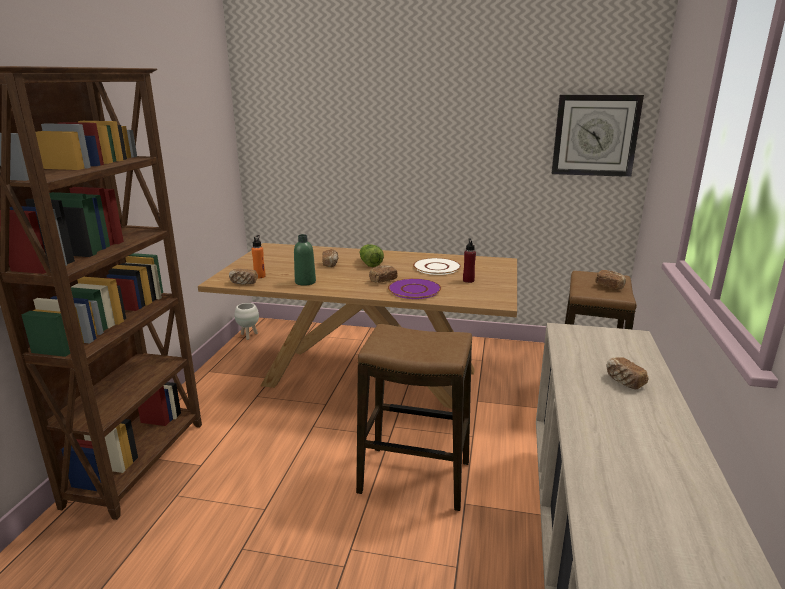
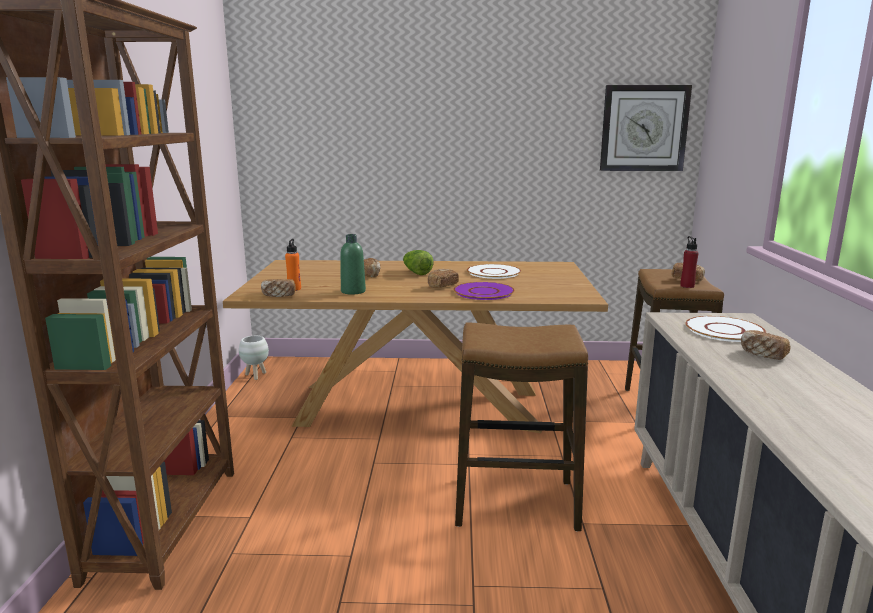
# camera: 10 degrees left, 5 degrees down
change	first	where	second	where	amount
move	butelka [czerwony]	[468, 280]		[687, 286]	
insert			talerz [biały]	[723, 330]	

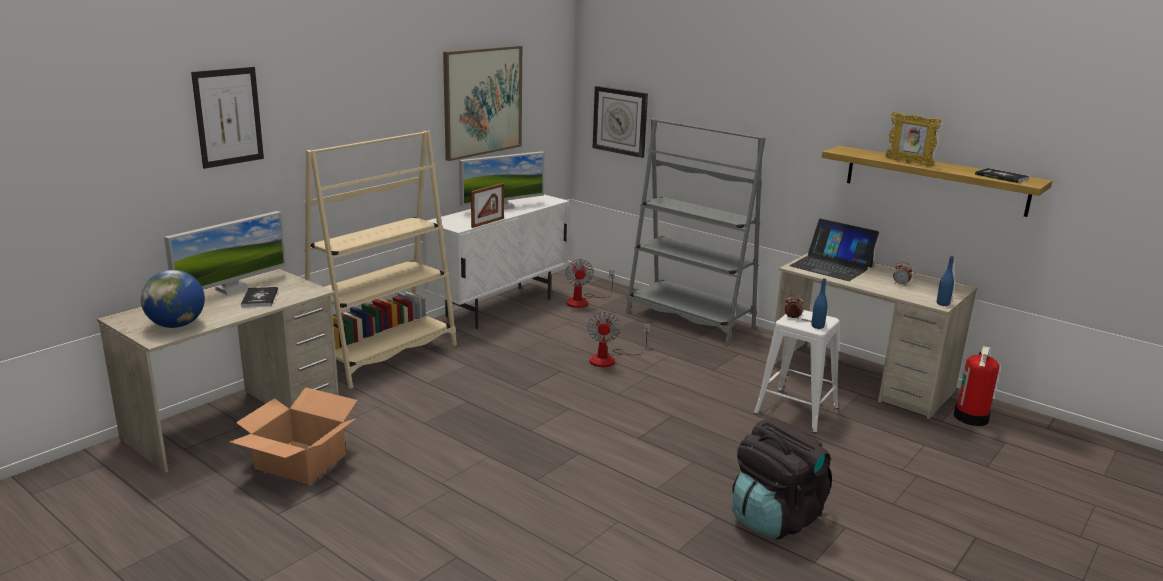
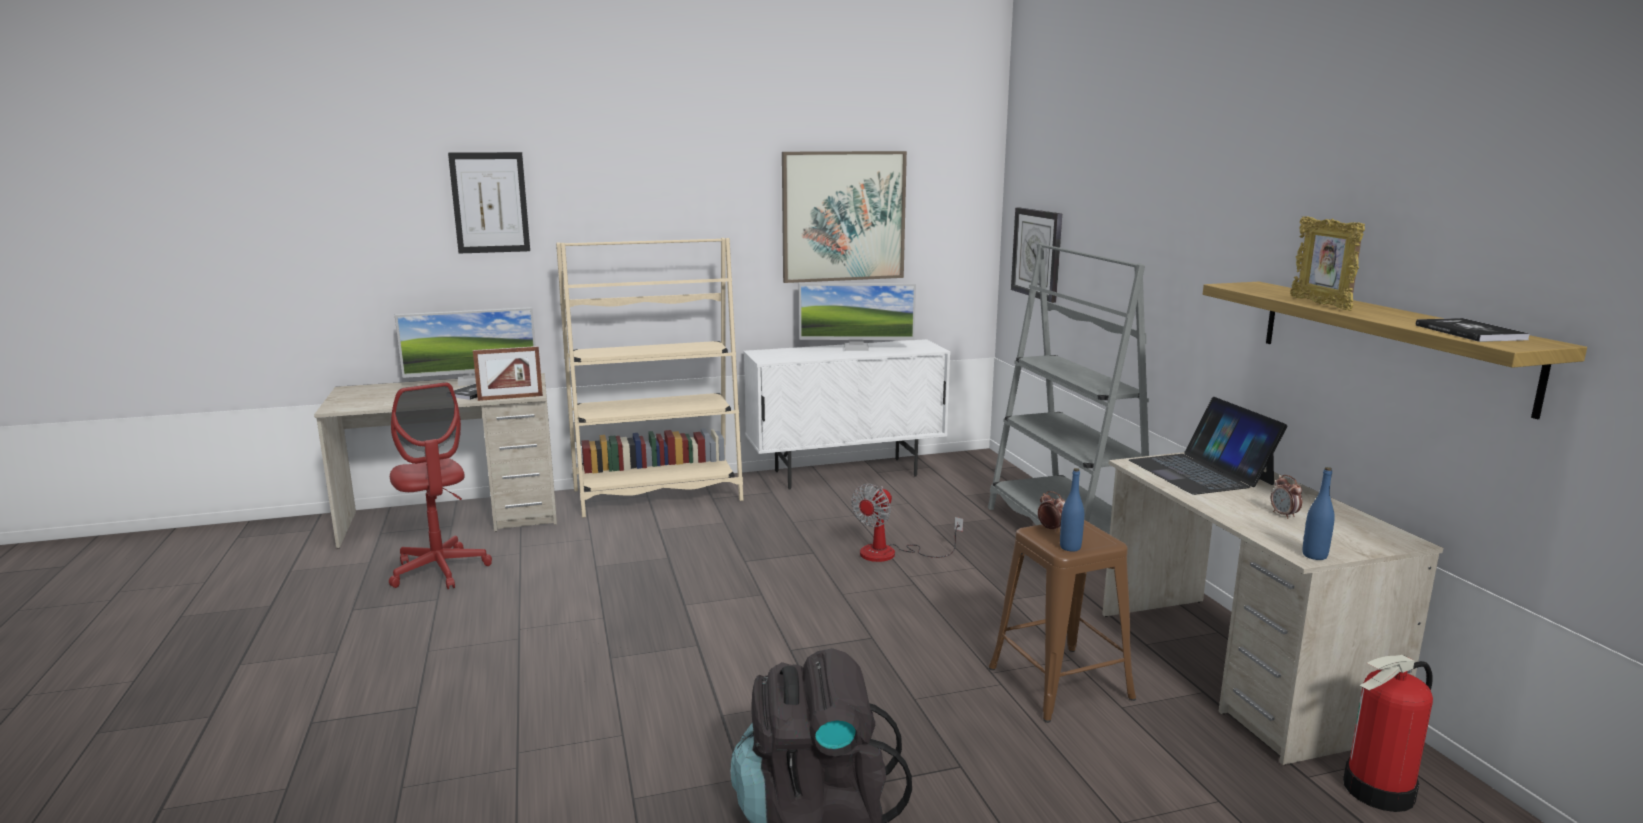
# camera: 35 degrees right, 5 degrees down
change	first	where	second	where	amount
replace	karton	[300, 462]	krzesło biurowe [czerwony]	[440, 570]	
move	ramka na zdjęcie	[487, 223]		[510, 397]	
recolor	stołek [biały]	[796, 410]	stołek [brązowy]	[1060, 682]	
delete	globus	[177, 325]			
delete	wentylator	[583, 301]			

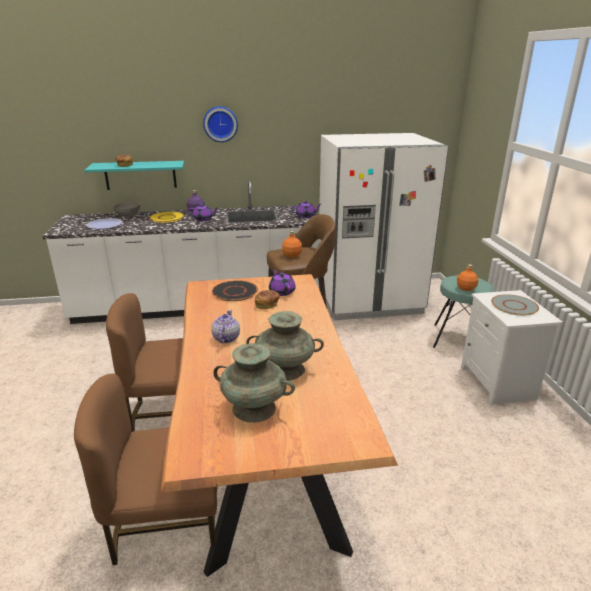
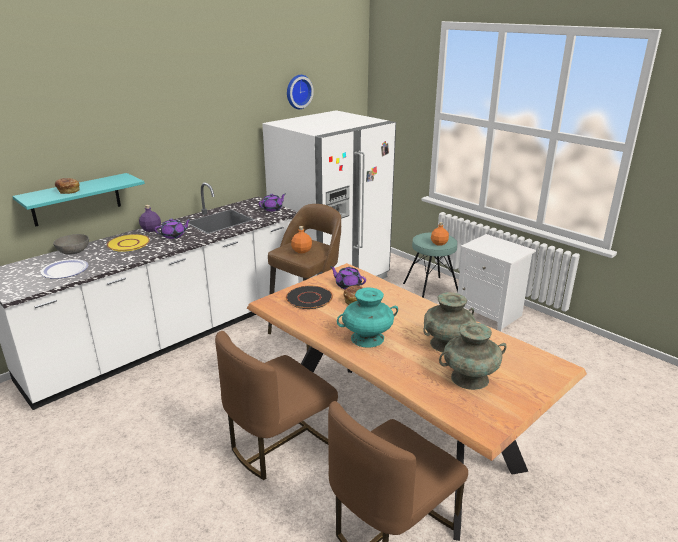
# camera: 35 degrees left, 0 degrees up
change	first	where	second	where	amount
move	zegar ścienny	[220, 124]		[298, 91]	
replace	imbryk	[226, 338]	wazon [turkusowy]	[367, 338]	
delete	talerz [szary]	[514, 306]			

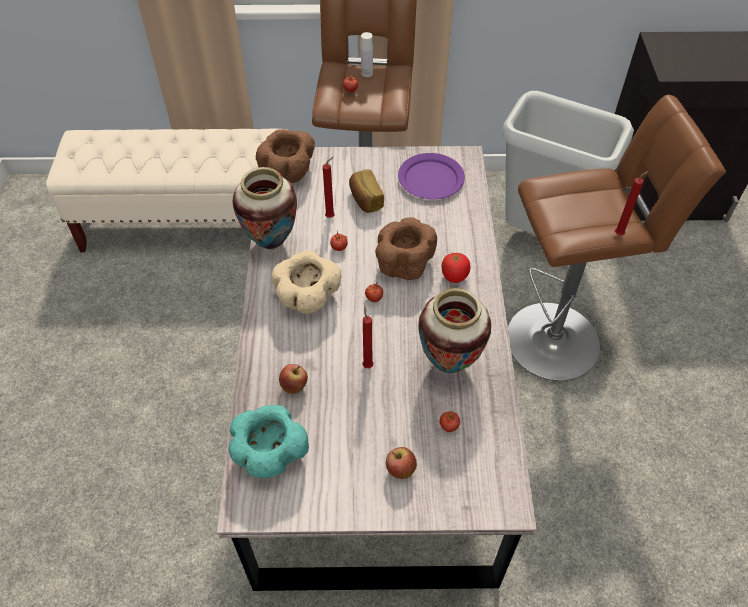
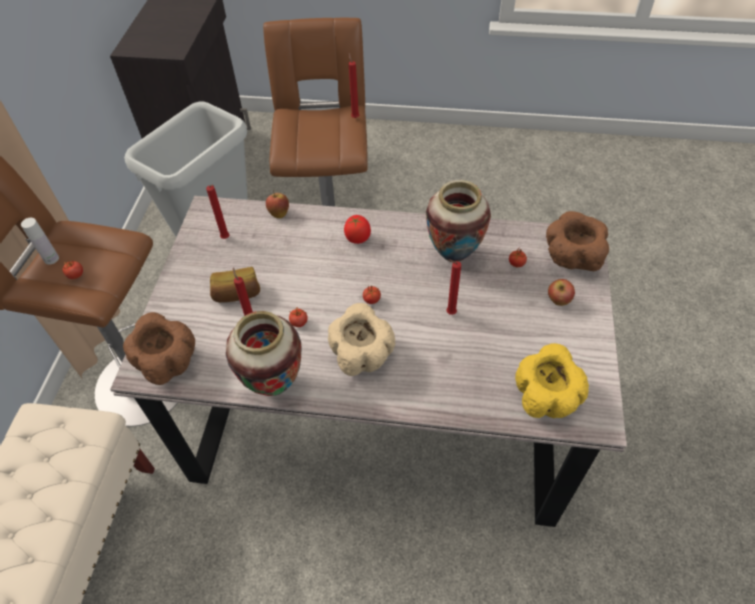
# camera: 80 degrees left, 0 degrees up
change	first	where	second	where	amount
replace	talerz [fioletowy]	[430, 179]	świeca [czerwony]	[226, 239]	
move	jabłko	[294, 386]		[279, 213]	
recolor	miska [turkusowy]	[270, 456]	miska [żółty]	[546, 397]	
move	miska [brązowy]	[403, 263]		[571, 259]	

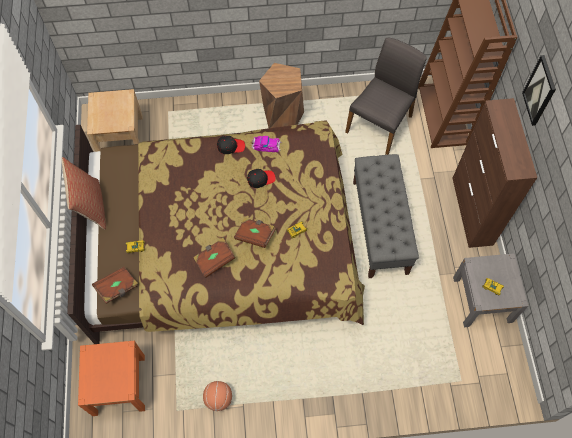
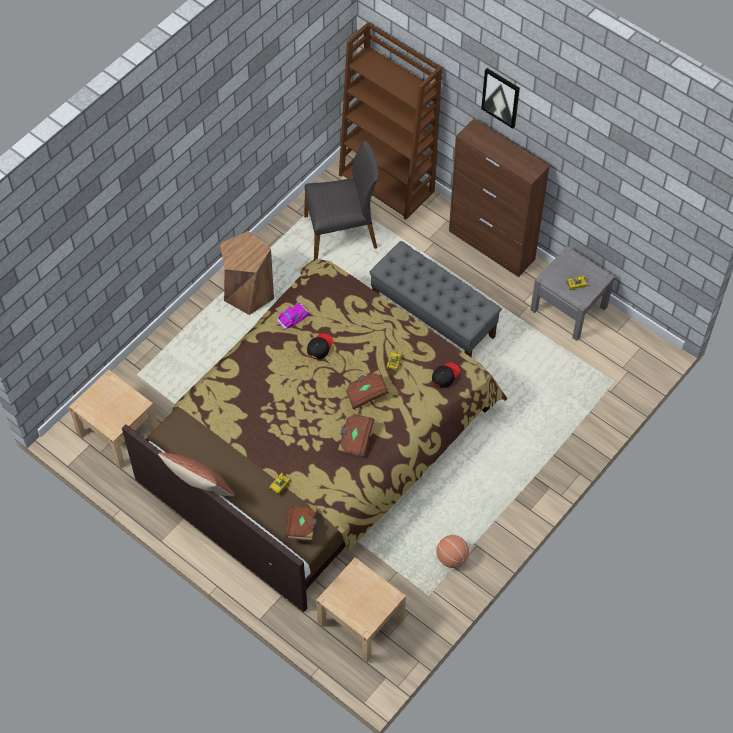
# camera: 45 degrees left, 5 degrees down
change	first	where	second	where	amount
rotate	krzesło [szary]	[380, 124]		[342, 233]	90 degrees clockwise
recolor	szafka nocna [pomarańczowy]	[119, 385]	szafka nocna [beżowy]	[361, 621]	
move	czapka z daszkiem [czarny]	[230, 146]		[445, 376]	

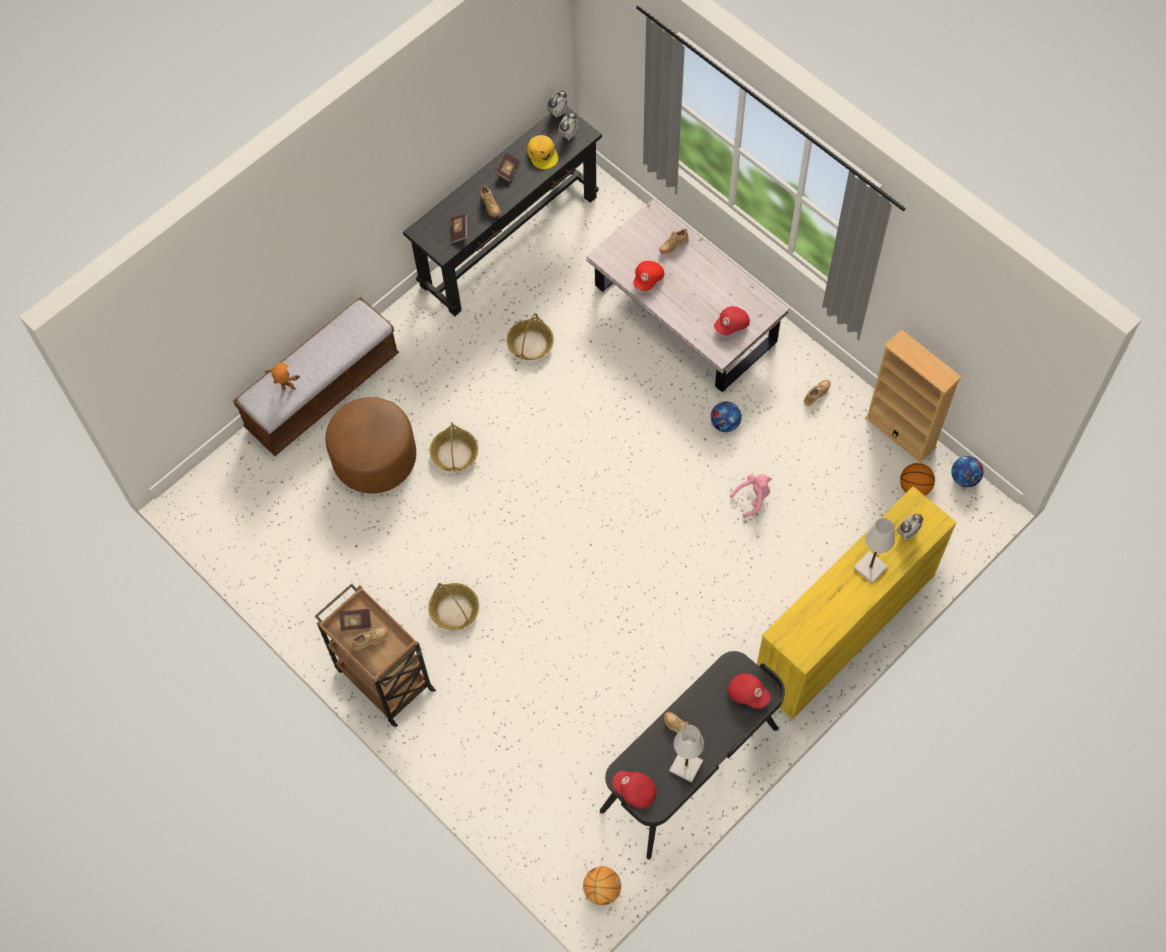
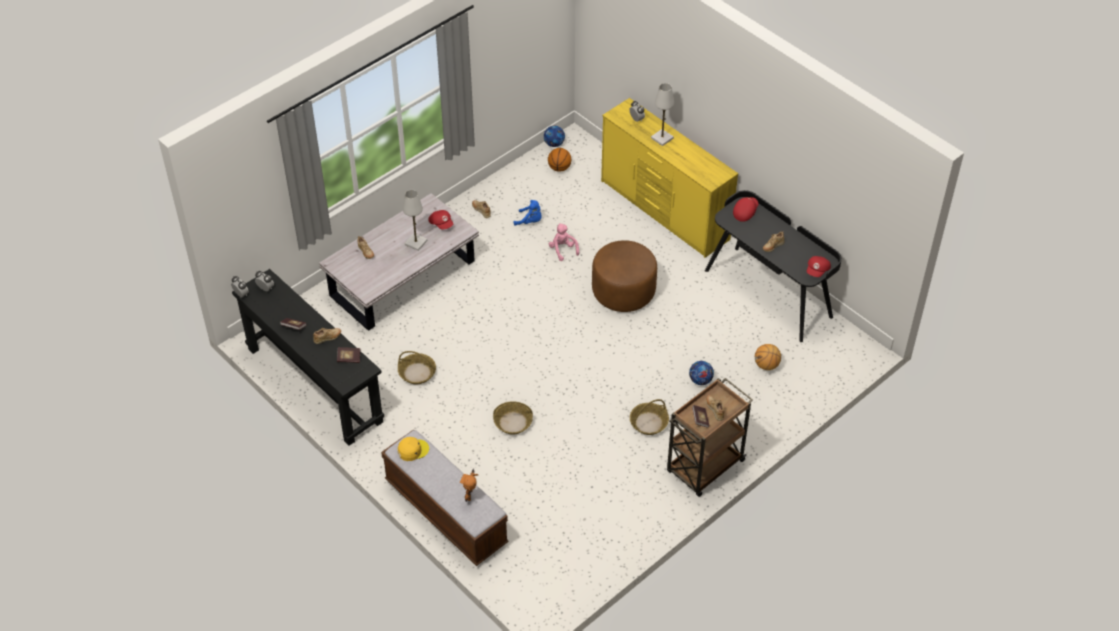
# camera: 90 degrees left, 15 degrees down
change	first	where	second	where	amount
move	czapka z daszkiem [żółty]	[542, 154]		[413, 450]	
move	lampa stołowa [biały]	[686, 766]		[416, 242]	
insert			pluszak [niebieski]	[530, 221]	
move	pufa [brązowy]	[375, 459]		[623, 291]	
move	piłka futbolowa	[725, 424]		[700, 380]	
move	piłka do koszykówki	[601, 890]		[766, 365]	
delete	czapka z daszkiem [czerwony]	[648, 279]			
delete	regał [beżowy]	[900, 432]			

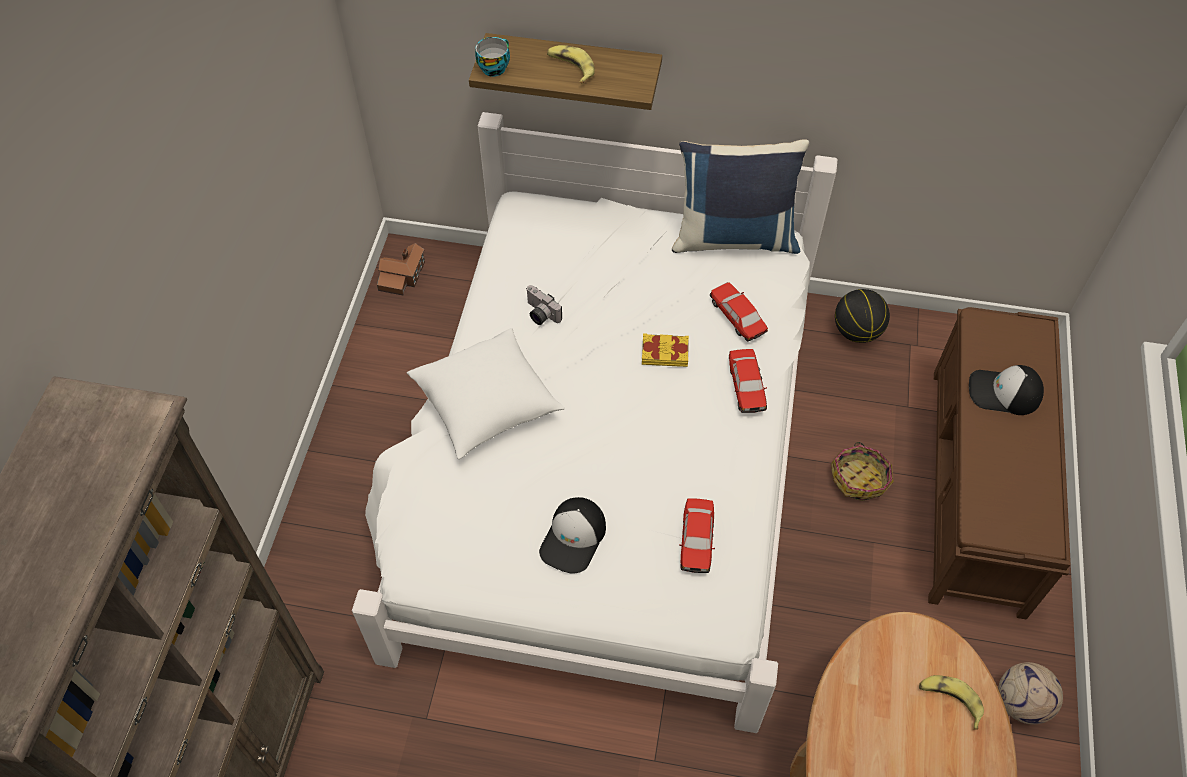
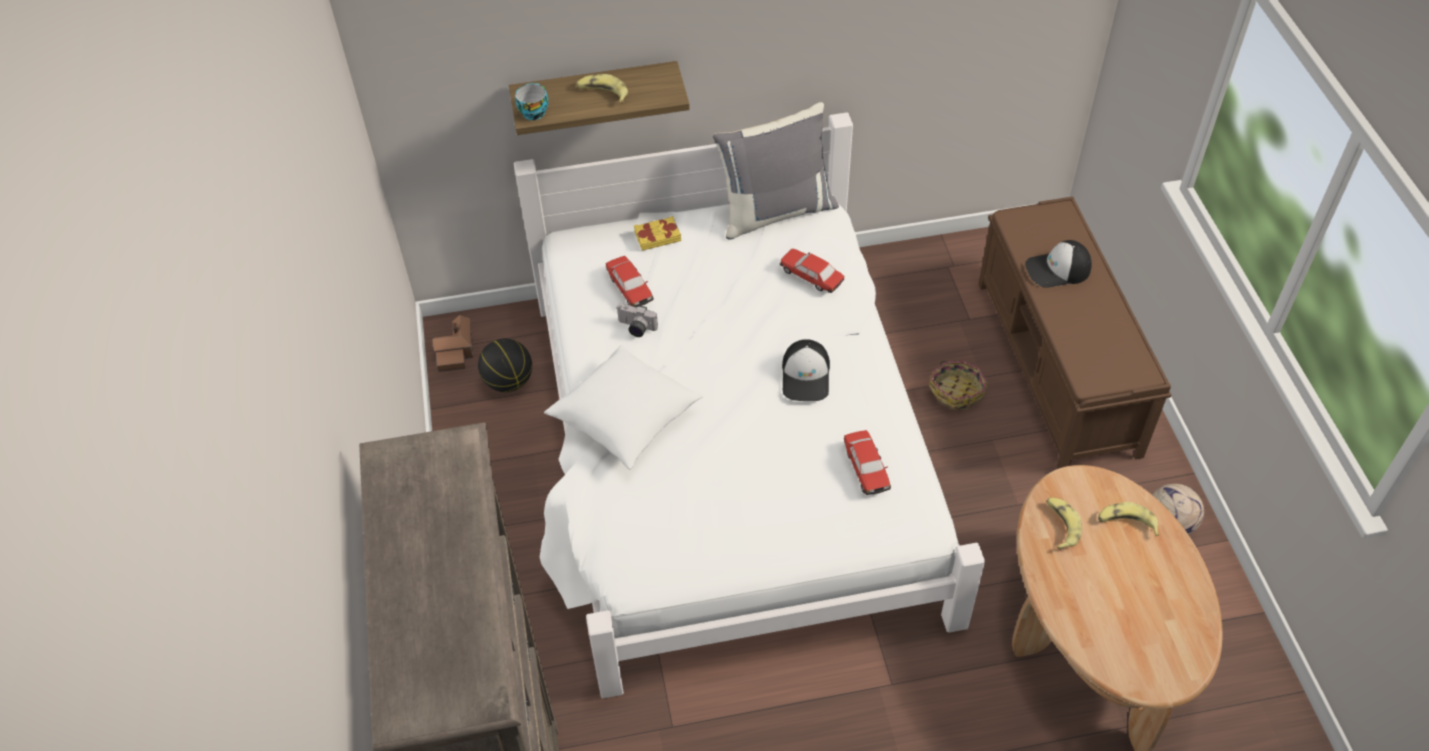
# camera: 20 degrees left, 5 degrees down
change	first	where	second	where	amount
move	piłka do koszykówki	[857, 331]		[509, 381]	
move	samochodzik	[746, 386]		[629, 288]	
move	książka [żółty]	[664, 352]		[657, 236]	
recolor	poduszka [niebieski]	[734, 237]	poduszka [szary]	[775, 211]	
move	czapka z daszkiem	[574, 538]		[806, 376]	
insert			banan	[1060, 525]	

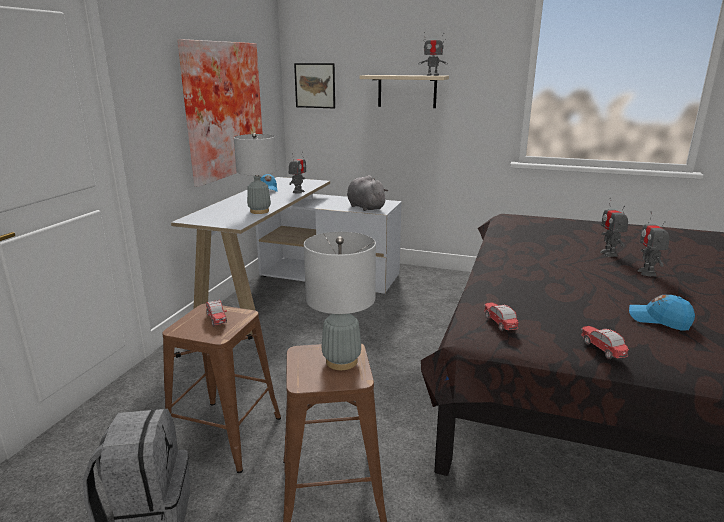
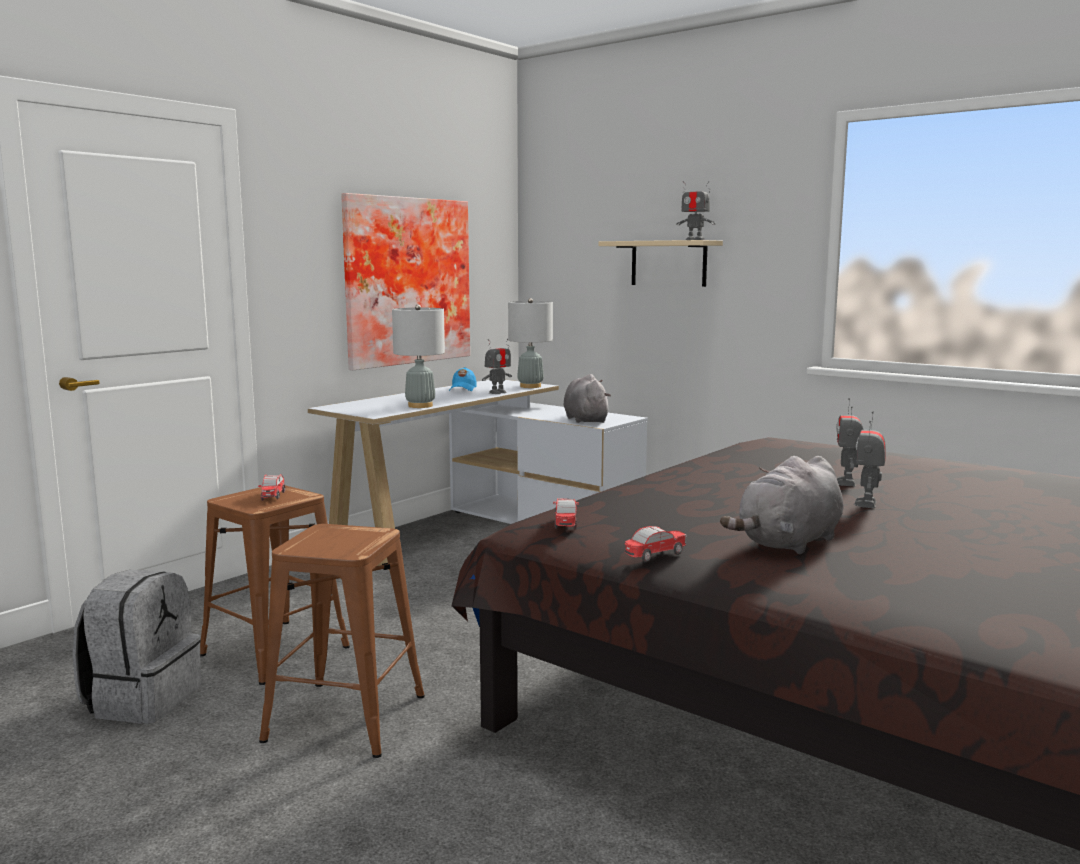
# camera: 20 degrees right, 10 degrees down
change	first	where	second	where	amount
move	lampa stołowa [szary]	[341, 361]		[530, 386]	
rotate	samochodzik	[602, 350]		[654, 556]	60 degrees clockwise
replace	czapka z daszkiem [niebieski]	[659, 320]	pluszak [szary]	[788, 543]	
delete	obraz	[315, 85]			

